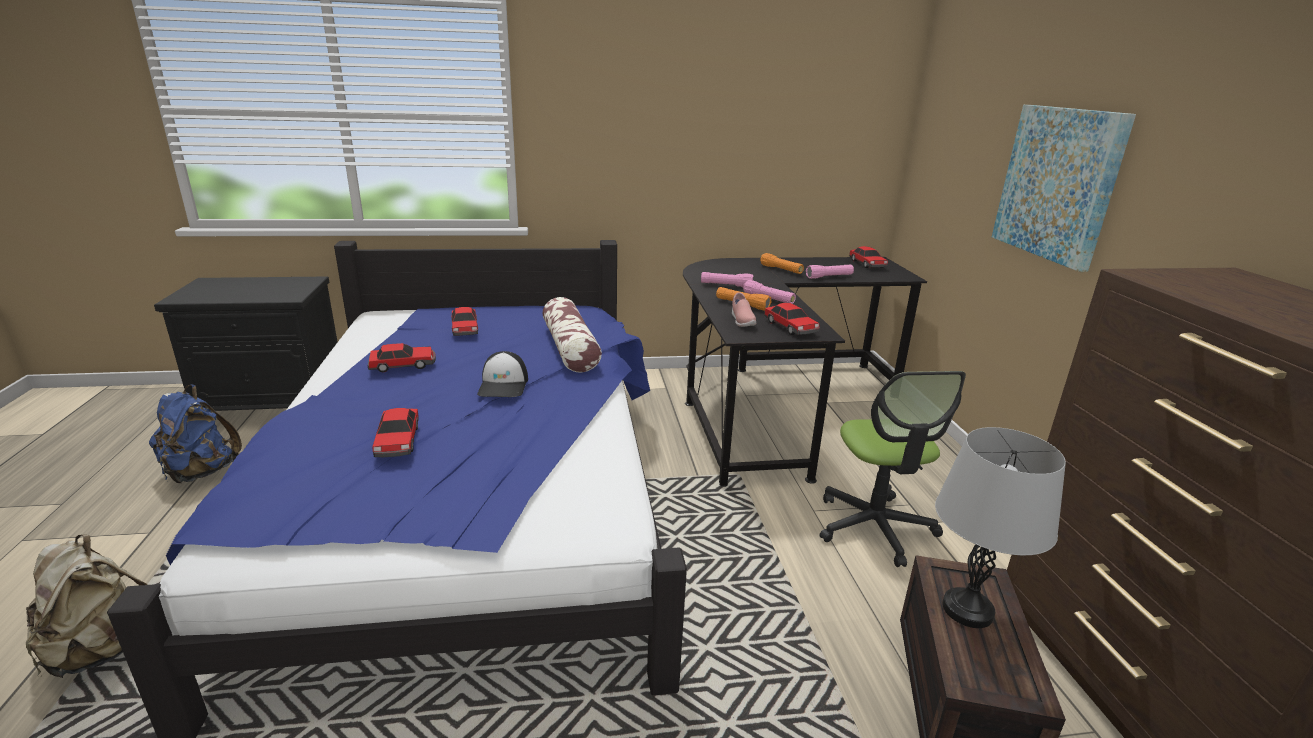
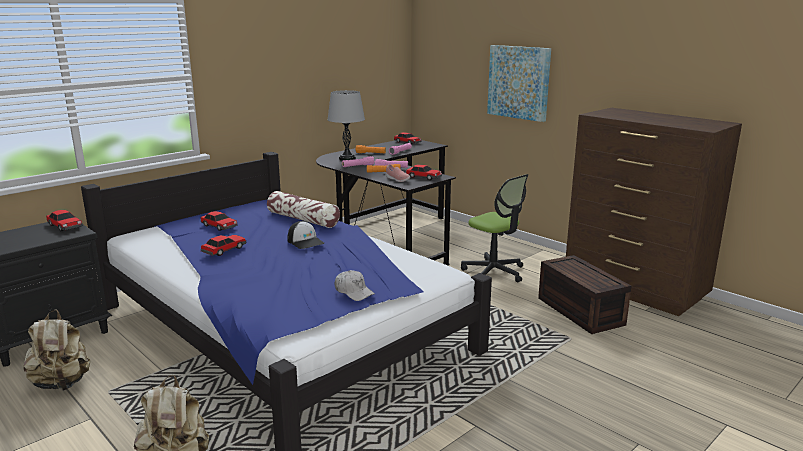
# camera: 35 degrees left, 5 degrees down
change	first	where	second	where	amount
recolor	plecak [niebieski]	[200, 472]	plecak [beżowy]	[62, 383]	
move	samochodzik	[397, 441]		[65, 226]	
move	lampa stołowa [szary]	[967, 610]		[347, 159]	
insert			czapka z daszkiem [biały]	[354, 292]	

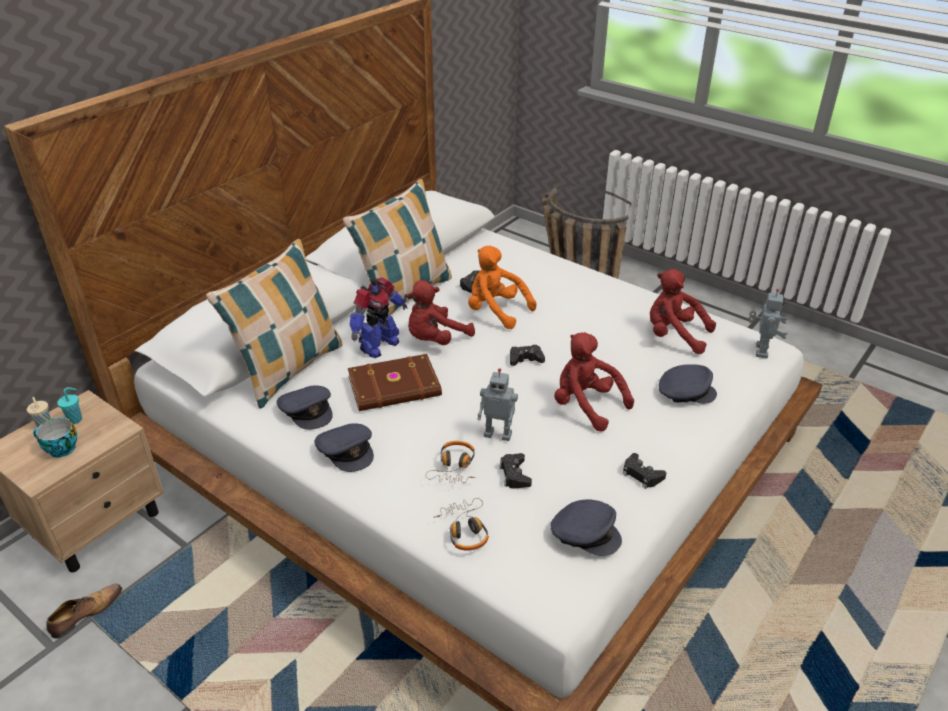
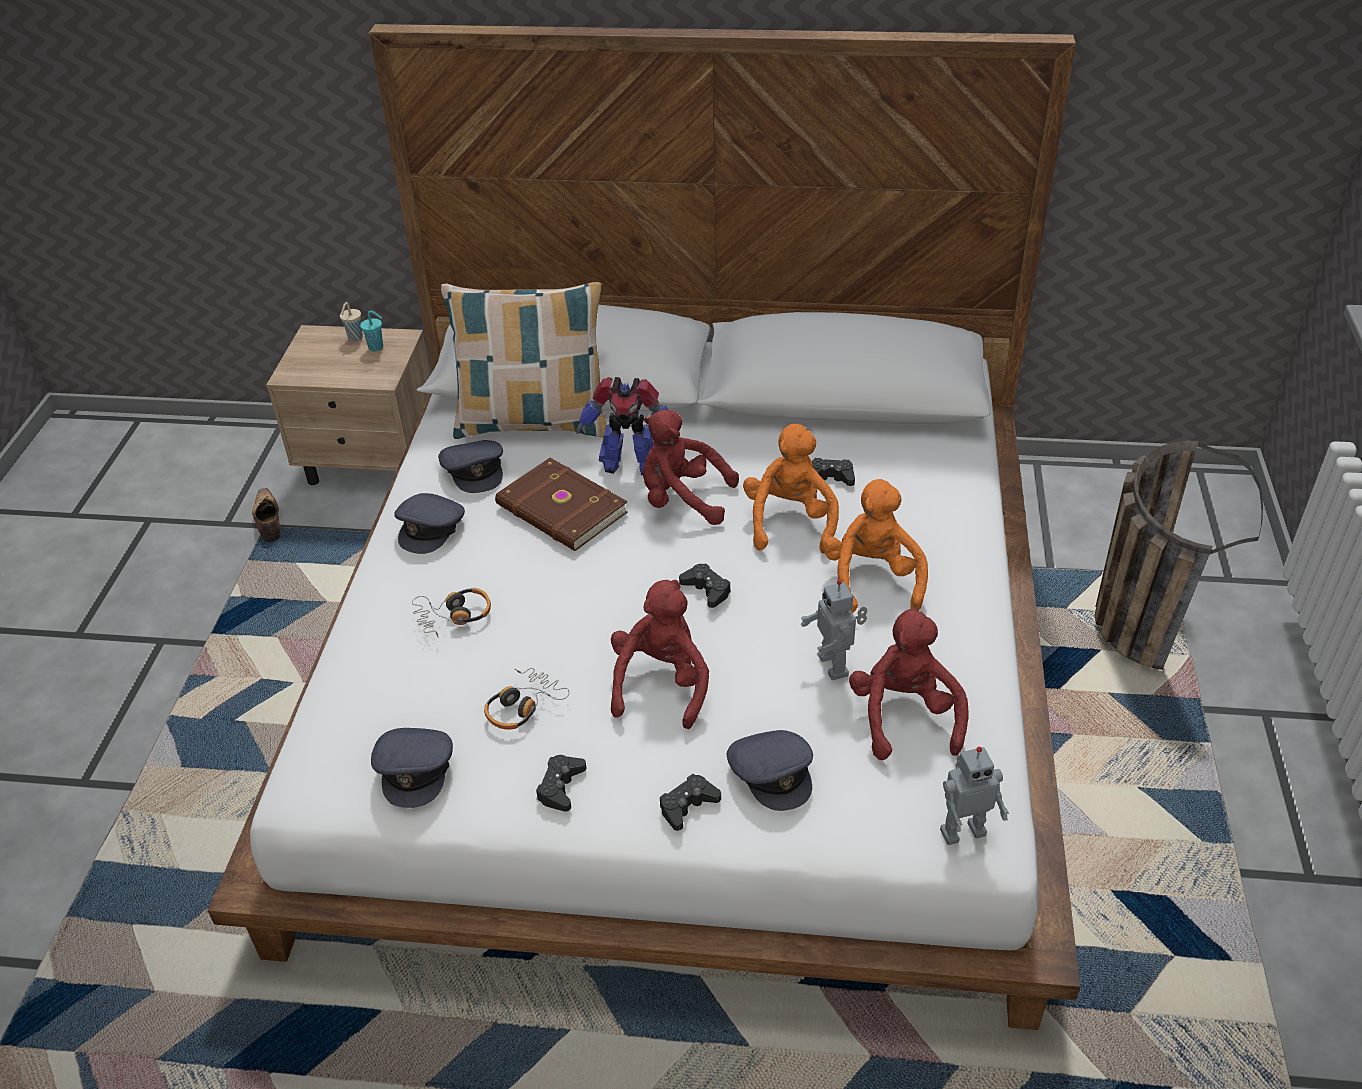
# camera: 60 degrees right, 5 degrees up
change	first	where	second	where	amount
rotate	but	[85, 614]		[268, 521]	120 degrees counterclockwise
rotate	czapka z daszkiem [szary]	[307, 411]		[474, 470]	45 degrees counterclockwise
move	słuchawki	[465, 530]		[523, 705]	
move	pad do gier [czarny]	[514, 475]		[688, 806]	
move	robot zabawkowy	[498, 434]		[835, 665]	
insert			pluszak [pomarańczowy]	[872, 580]	
delete	filiżanka	[60, 449]			
delete	poduszka	[404, 294]			

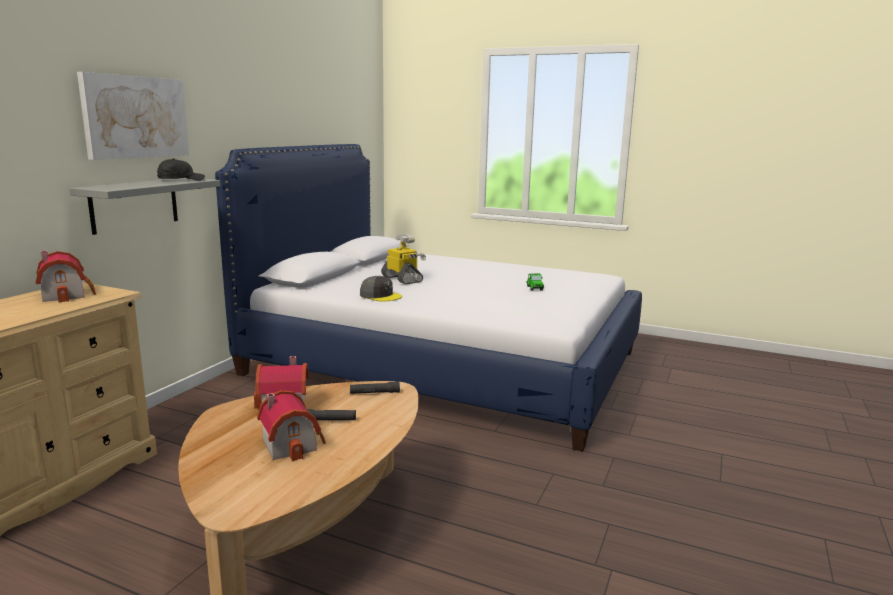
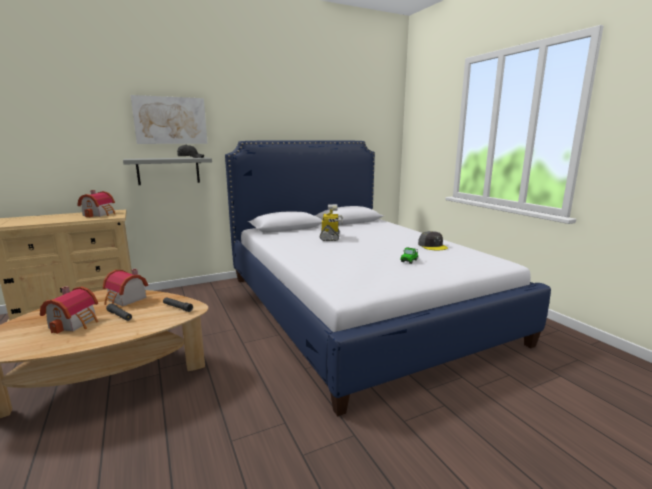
# camera: 40 degrees right, 0 degrees up
change	first	where	second	where	amount
move	czapka z daszkiem [szary]	[380, 296]		[432, 246]	

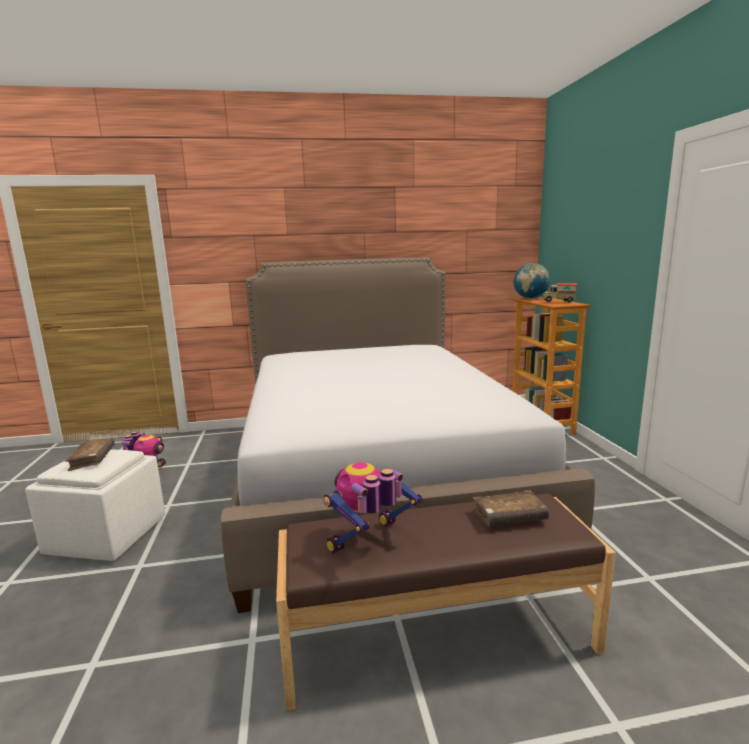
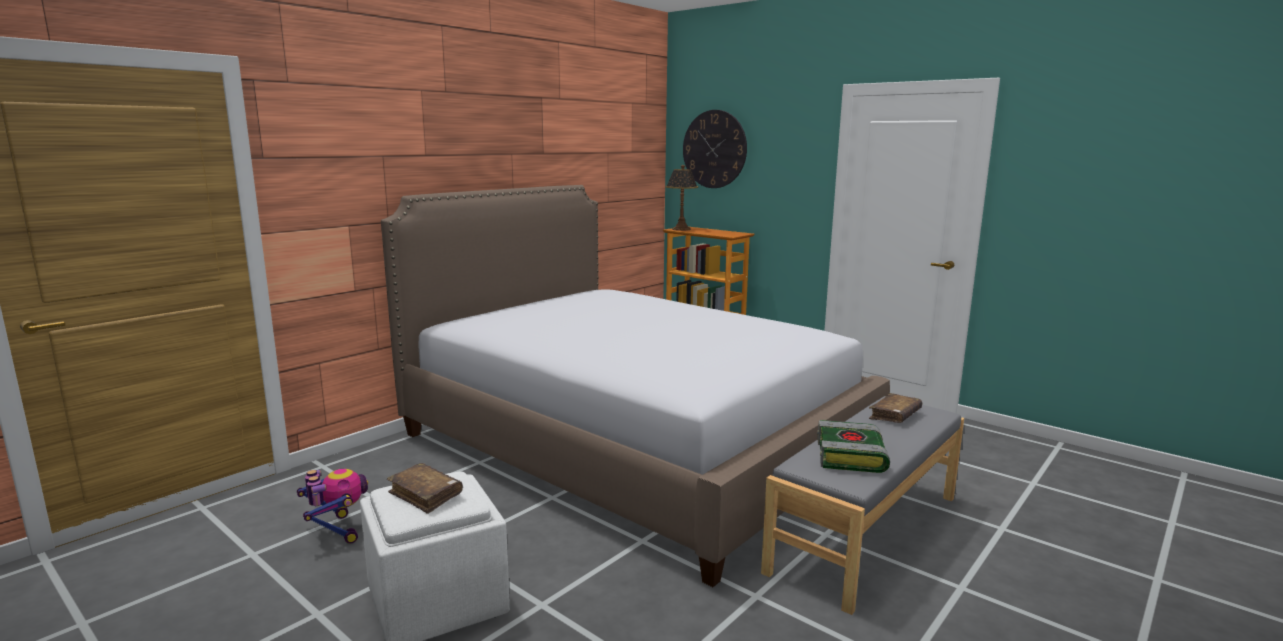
# camera: 40 degrees left, 0 degrees up
change	first	where	second	where	amount
replace	globus	[530, 298]	lampa stołowa	[681, 229]	
insert			zegar ścienny	[714, 149]	
recolor	ławka [brązowy]	[437, 635]	ławka [szary]	[864, 532]	
replace	robot zabawkowy	[369, 542]	książka	[851, 457]	
delete	ciężarówka zabawkowa	[558, 302]			

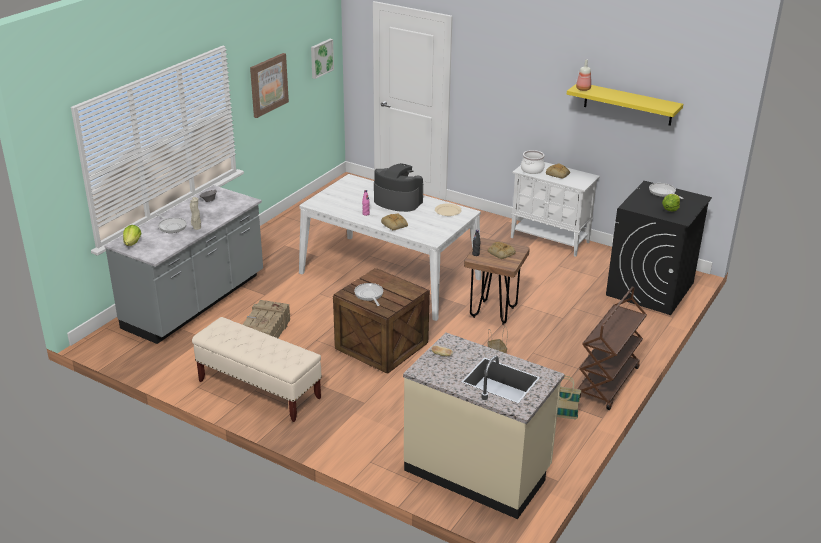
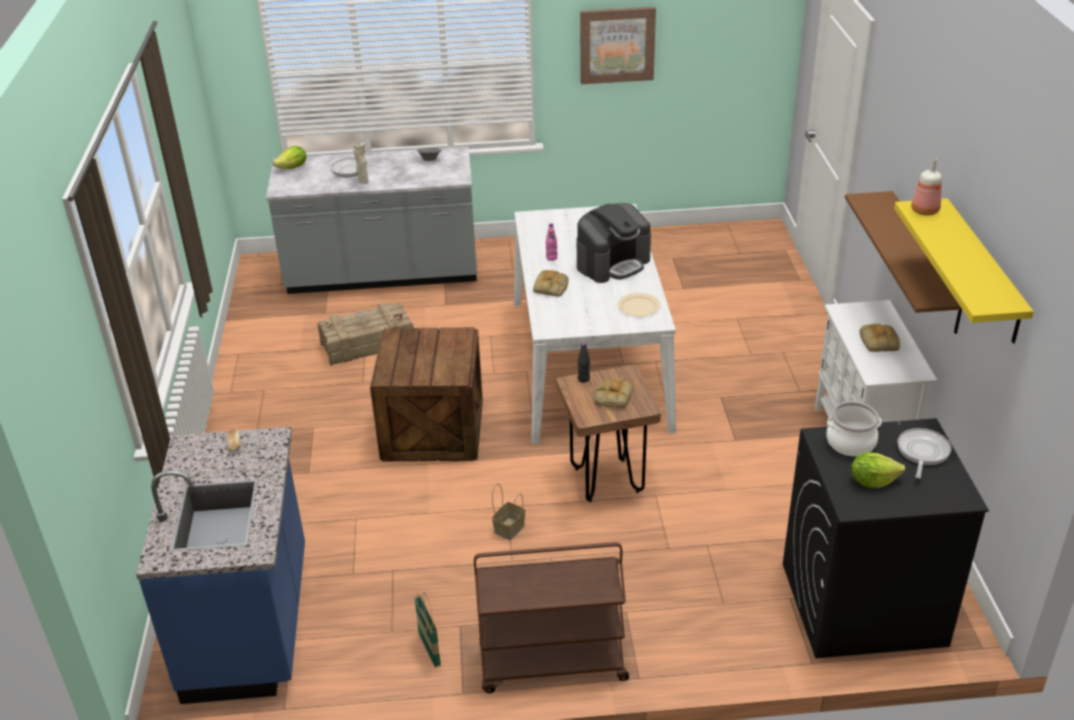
# camera: 55 degrees right, 5 degrees up
change	first	where	second	where	amount
recolor	zabudowa kuchenna [beżowy]	[478, 470]	zabudowa kuchenna [niebieski]	[251, 625]	
rotate	ekspres do kawy	[397, 201]		[613, 263]	60 degrees clockwise
move	garnek	[532, 170]		[850, 442]	
insert			półka [brązowy]	[925, 262]	
delete	ławka [beżowy]	[259, 390]			
delete	obraz	[321, 58]			
delete	patelnia	[369, 295]			

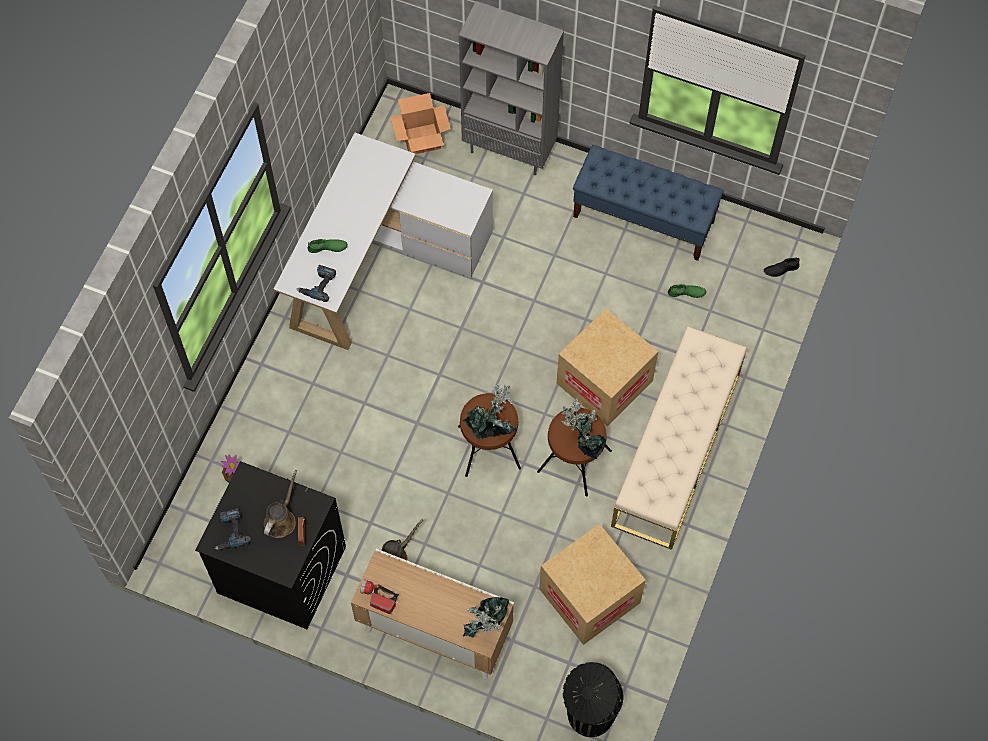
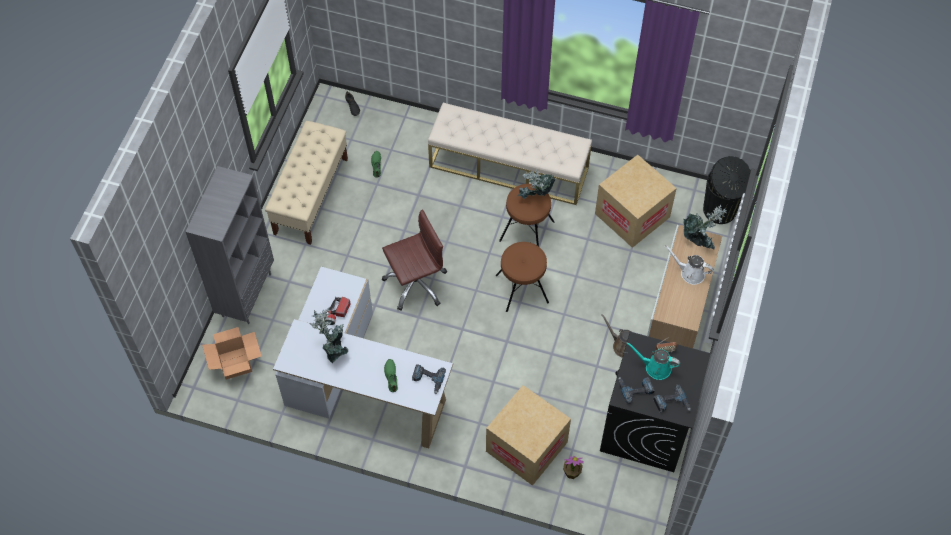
# camera: 95 degrees left, 5 degrees down
change	first	where	second	where	amount
recolor	ławka [niebieski]	[644, 219]	ławka [beżowy]	[311, 195]	
move	roślina doniczkowa	[491, 428]		[334, 349]	
move	latarka	[378, 598]		[337, 313]	
insert			krzesło biurowe [brązowy]	[415, 283]	
move	karton	[604, 382]		[526, 447]	
insert			wiertarka	[635, 388]	
recolor	konewka [brązowy]	[281, 519]	konewka [turkusowy]	[655, 367]	
insert			konewka [biały]	[690, 273]	

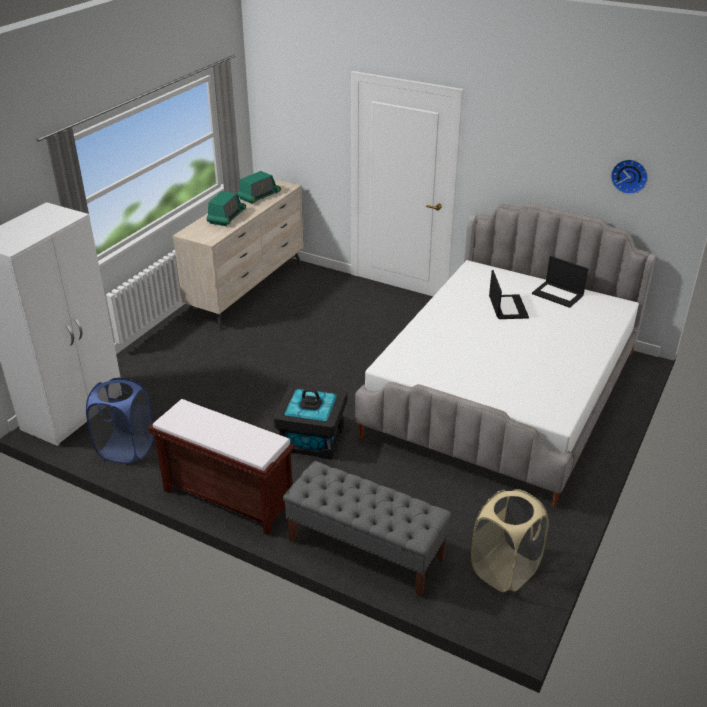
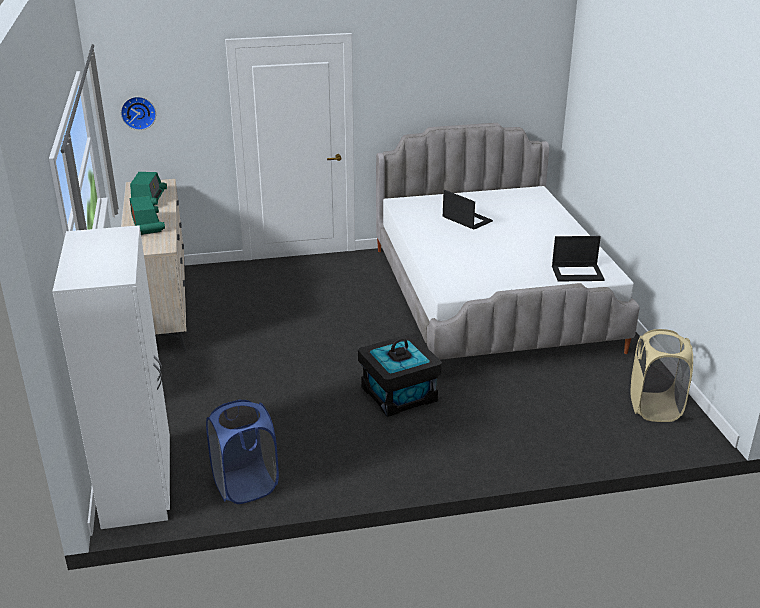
# camera: 40 degrees left, 5 degrees down
change	first	where	second	where	amount
move	zegar ścienny	[629, 175]		[138, 112]	
move	laptop	[558, 294]		[578, 273]	
delete	ławka [brązowy]	[226, 498]			
delete	ławka [szary]	[365, 549]			

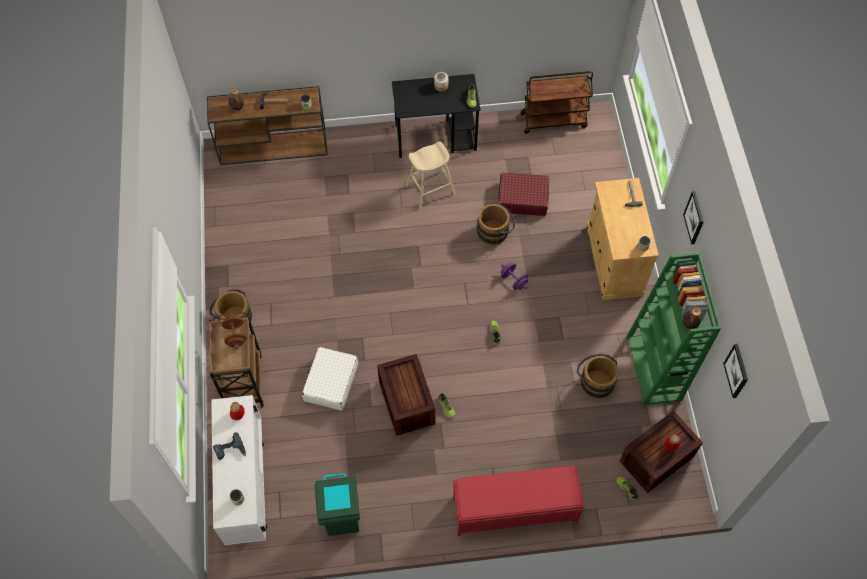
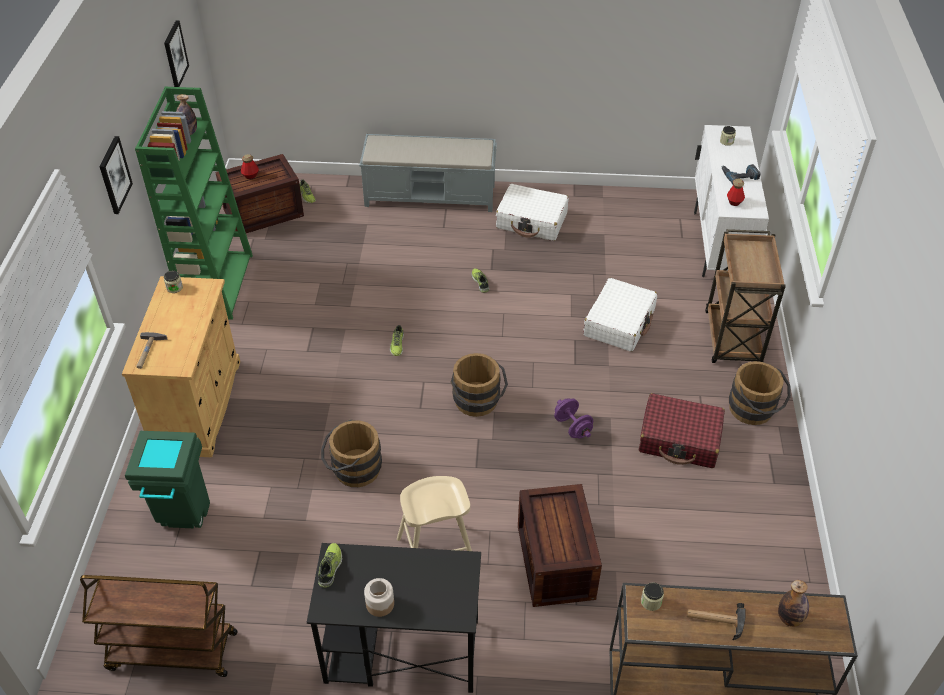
# camera: 170 degrees left, 15 degrees down
change	first	where	second	where	amount
move	kosz na śmieci [zielony]	[342, 518]		[183, 520]	
recolor	ławka [czerwony]	[514, 509]	ławka [szary]	[431, 195]	
move	wiadro [brązowy]	[594, 381]		[477, 403]	
insert			walizka [biały]	[532, 221]	
move	skrzynka	[406, 401]		[555, 563]	
move	hantel [fioletowy]	[513, 281]		[572, 427]	
move	walizka [czerwony]	[522, 199]		[680, 439]	
delete	hantel [brązowy]	[235, 335]			

